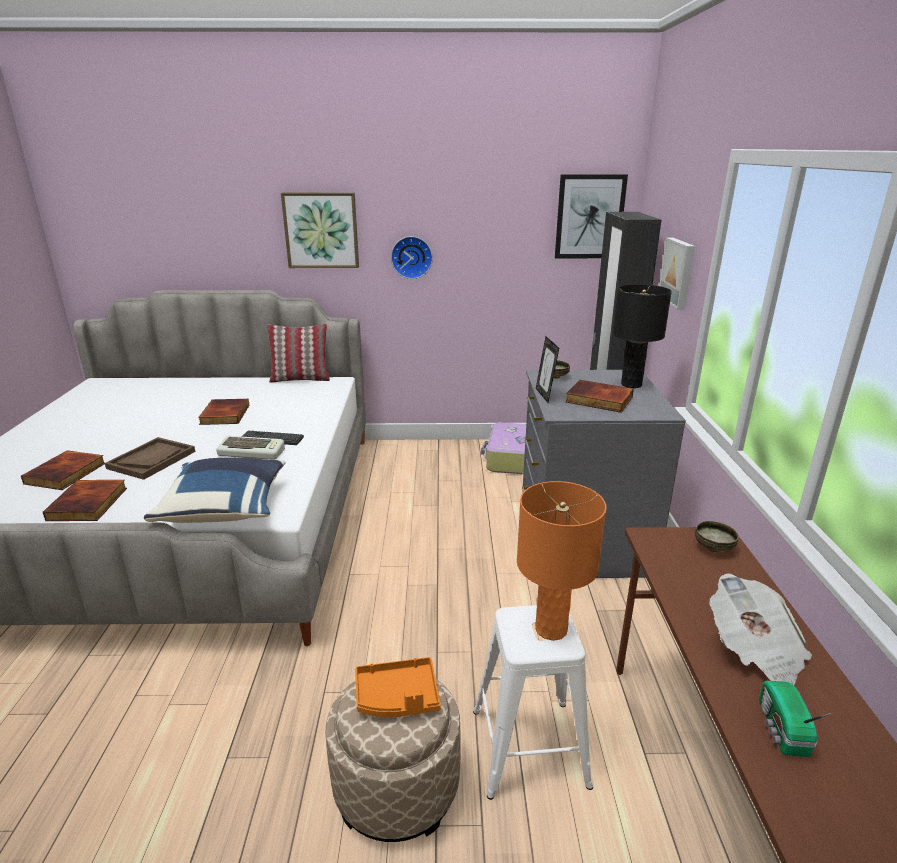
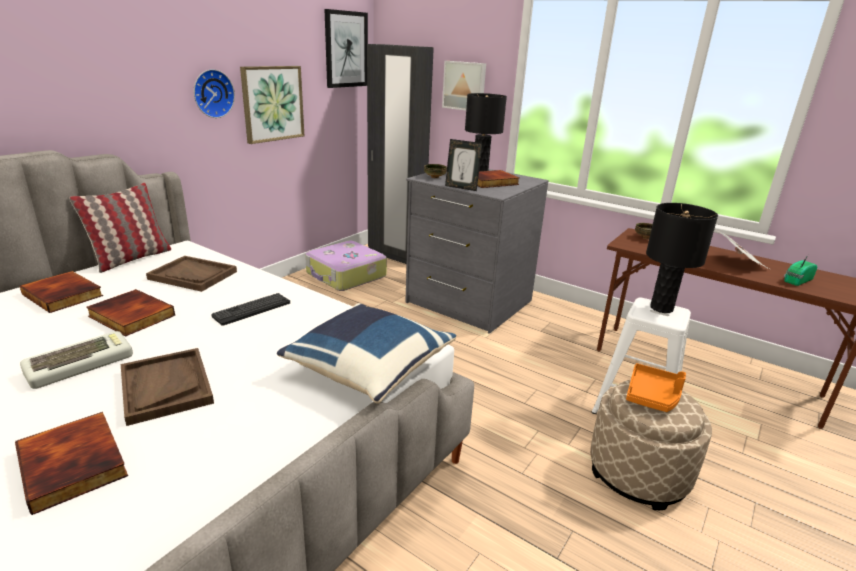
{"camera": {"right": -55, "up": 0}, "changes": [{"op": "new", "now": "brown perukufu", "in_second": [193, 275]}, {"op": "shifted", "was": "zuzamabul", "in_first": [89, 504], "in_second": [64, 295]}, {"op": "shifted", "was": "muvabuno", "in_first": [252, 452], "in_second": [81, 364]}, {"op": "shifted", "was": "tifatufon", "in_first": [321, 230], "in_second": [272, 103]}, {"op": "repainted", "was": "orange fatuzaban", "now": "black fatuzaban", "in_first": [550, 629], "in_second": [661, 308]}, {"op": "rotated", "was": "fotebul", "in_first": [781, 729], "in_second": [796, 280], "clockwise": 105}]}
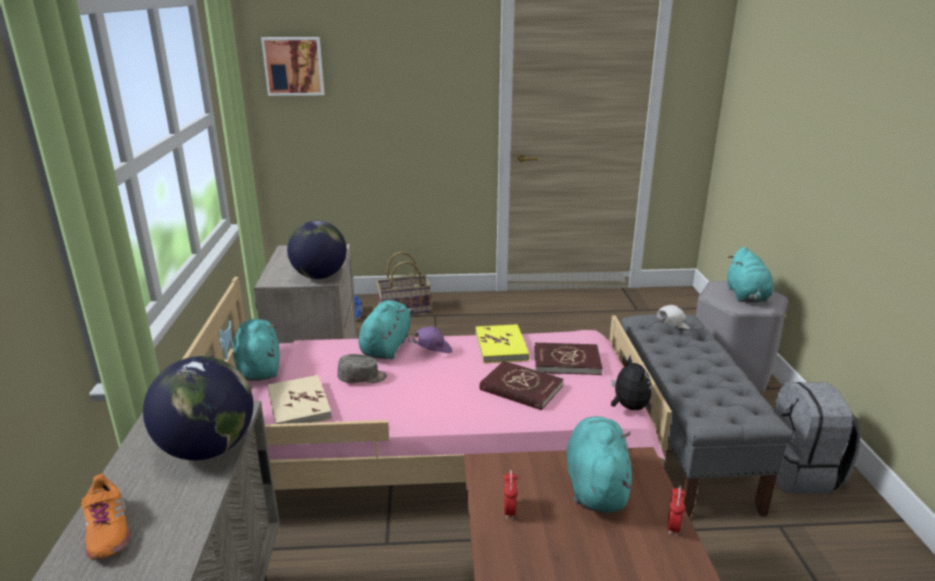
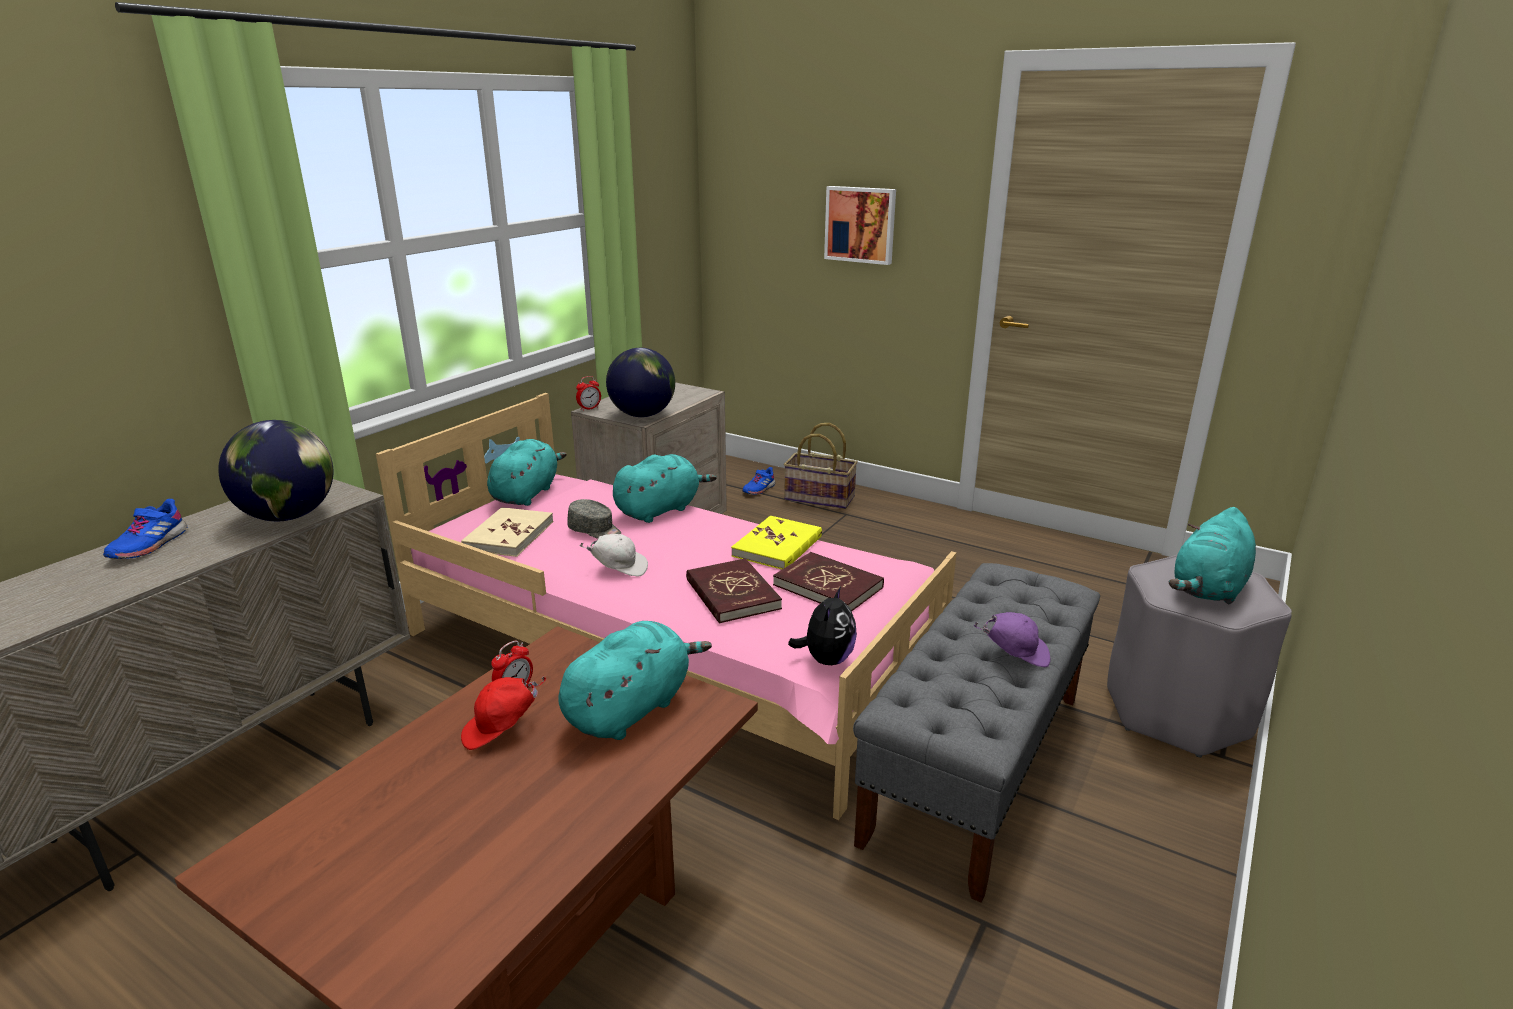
{"camera": {"right": 35, "up": 0}, "changes": [{"op": "gone", "was": "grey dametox", "in_first": [801, 473]}, {"op": "new", "now": "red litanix", "in_second": [502, 730]}, {"op": "shifted", "was": "tifatufon", "in_first": [294, 66], "in_second": [860, 224]}, {"op": "shifted", "was": "purple litanix", "in_first": [432, 351], "in_second": [1015, 654]}, {"op": "shifted", "was": "white litanix", "in_first": [670, 328], "in_second": [619, 568]}, {"op": "shifted", "was": "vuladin", "in_first": [673, 527], "in_second": [589, 408]}, {"op": "repainted", "was": "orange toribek", "now": "blue toribek", "in_first": [107, 530], "in_second": [148, 545]}]}
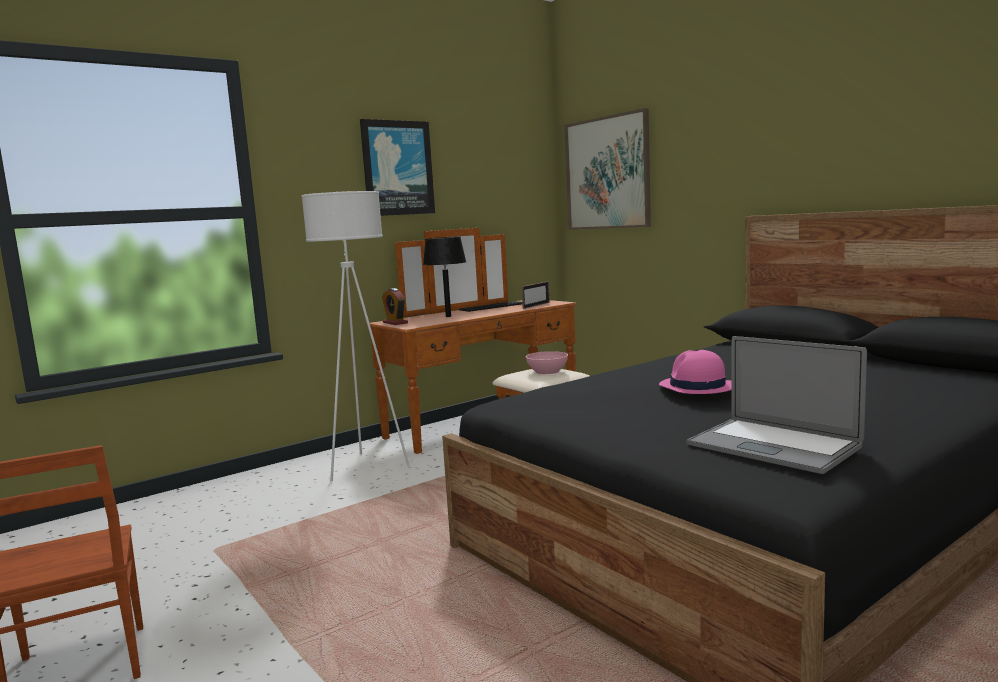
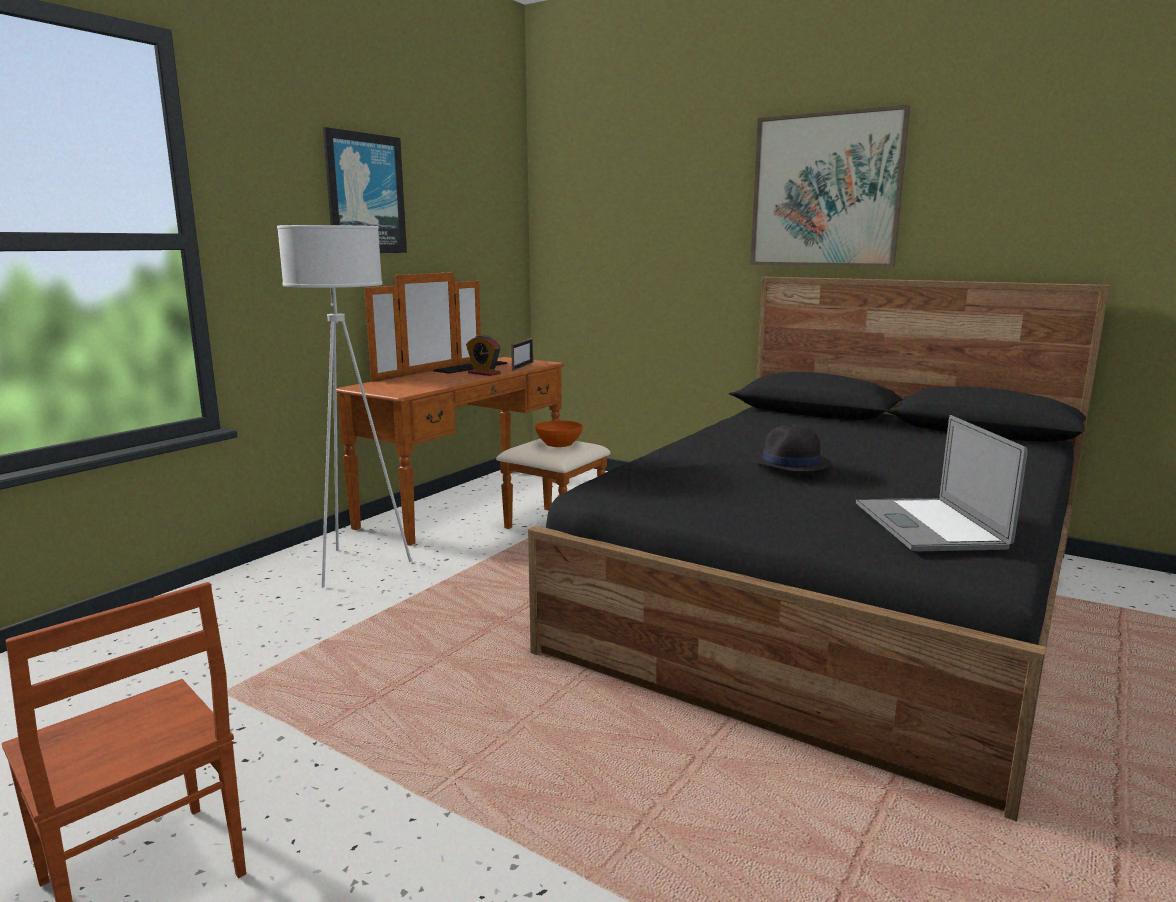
{"camera": {"right": -20, "up": 5}, "changes": [{"op": "gone", "was": "black fatuzaban", "in_first": [448, 316]}, {"op": "shifted", "was": "vuladin", "in_first": [395, 323], "in_second": [484, 373]}, {"op": "shifted", "was": "tifatufon", "in_first": [607, 173], "in_second": [825, 190]}, {"op": "repainted", "was": "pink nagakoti", "now": "orange nagakoti", "in_first": [547, 371], "in_second": [558, 443]}, {"op": "repainted", "was": "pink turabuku", "now": "black turabuku", "in_first": [697, 387], "in_second": [790, 463]}, {"op": "rotated", "was": "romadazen", "in_first": [773, 445], "in_second": [928, 525], "clockwise": 60}]}
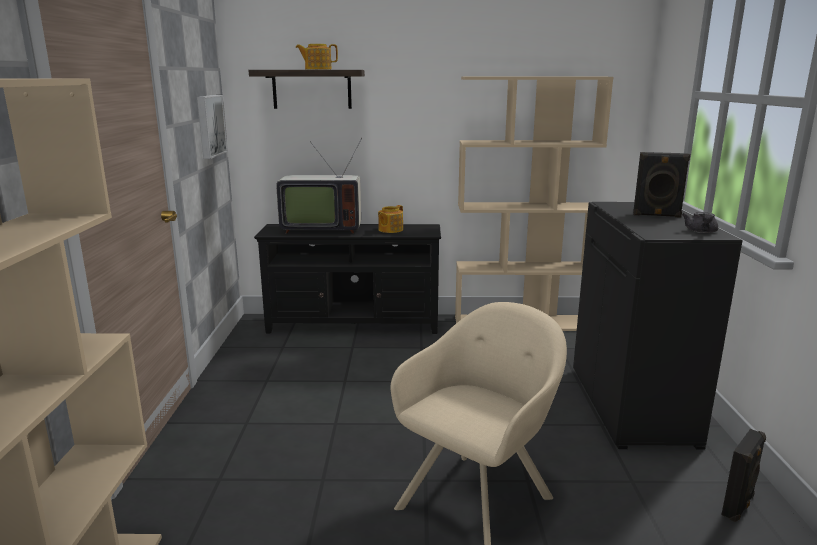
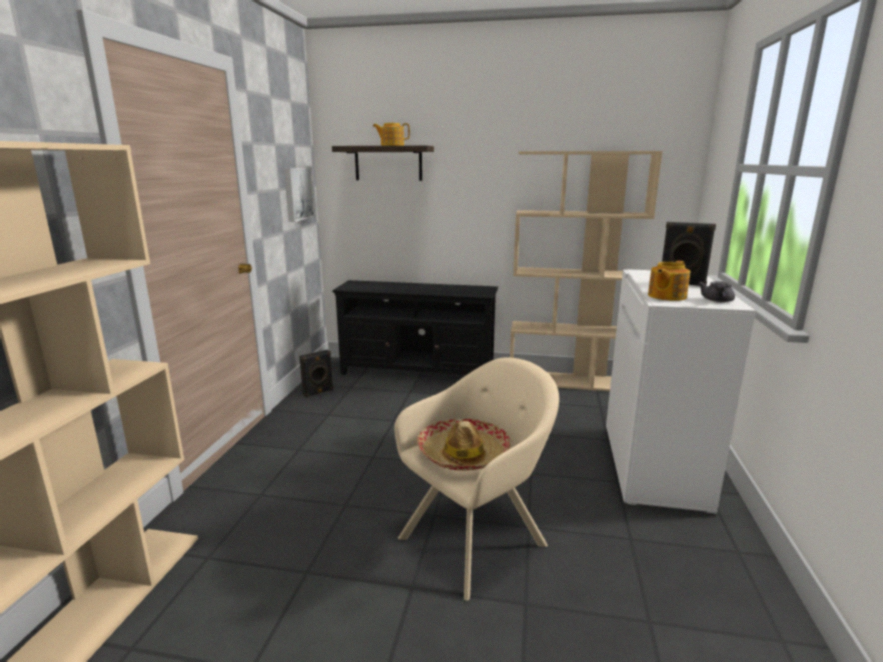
{"camera": {"right": 10, "up": 0}, "changes": [{"op": "gone", "was": "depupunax", "in_first": [320, 228]}, {"op": "new", "now": "turabuku", "in_second": [463, 454]}, {"op": "shifted", "was": "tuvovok", "in_first": [390, 230], "in_second": [666, 296]}, {"op": "shifted", "was": "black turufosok", "in_first": [738, 506], "in_second": [318, 392]}, {"op": "repainted", "was": "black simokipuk", "now": "white simokipuk", "in_first": [633, 405], "in_second": [655, 467]}]}
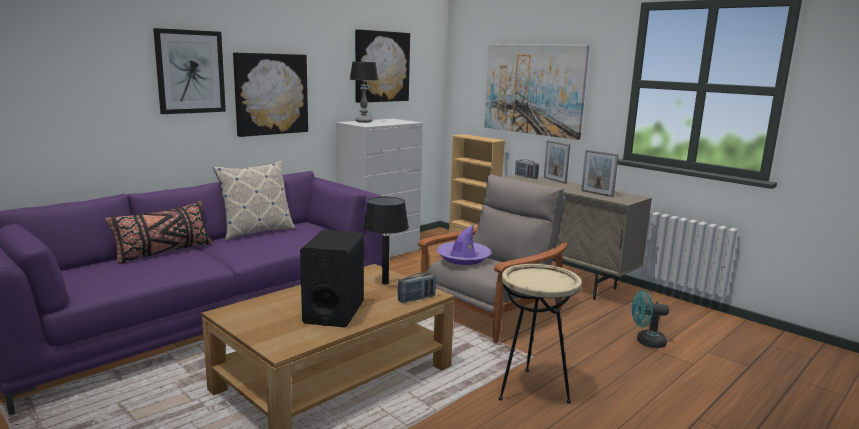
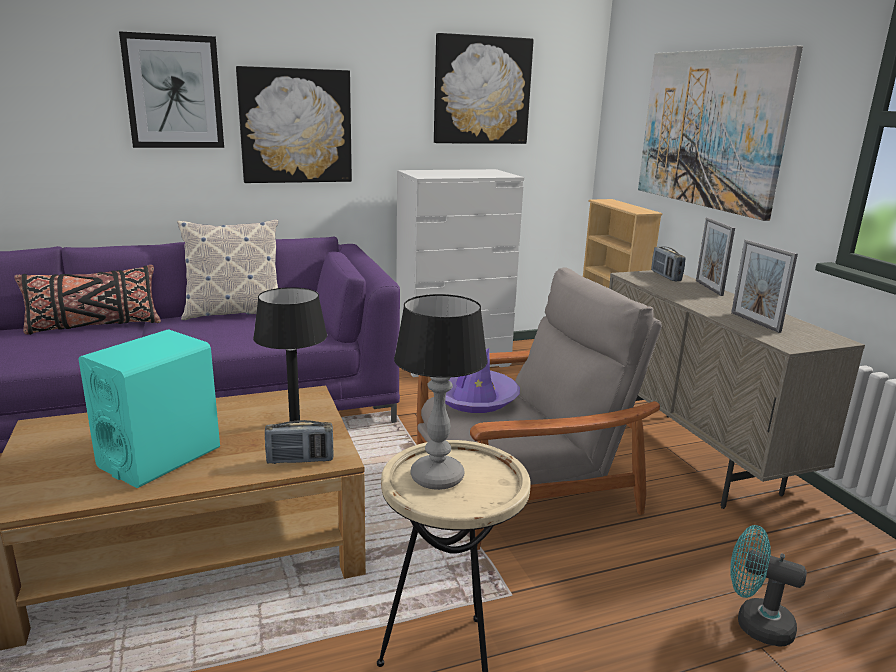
{"camera": {"right": 25, "up": 5}, "changes": [{"op": "shifted", "was": "fatuzaban", "in_first": [363, 122], "in_second": [436, 478]}, {"op": "repainted", "was": "black turufosok", "now": "turquoise turufosok", "in_first": [334, 312], "in_second": [160, 457]}]}
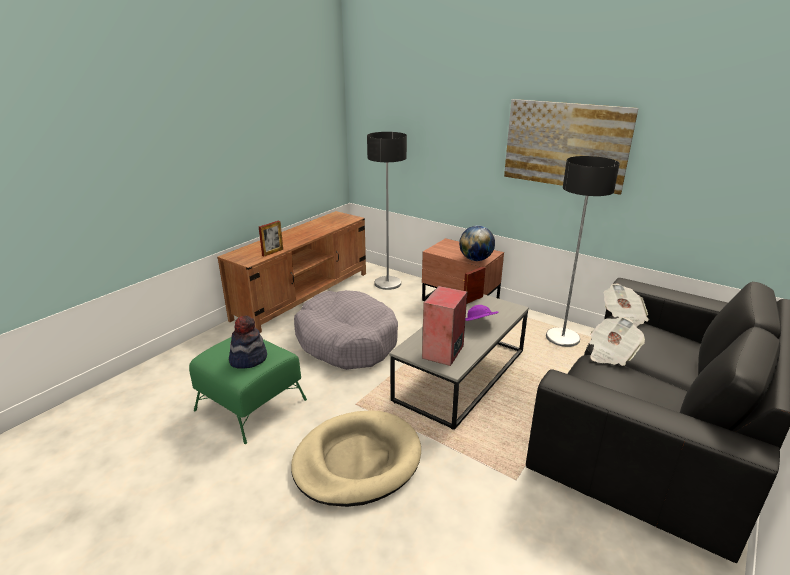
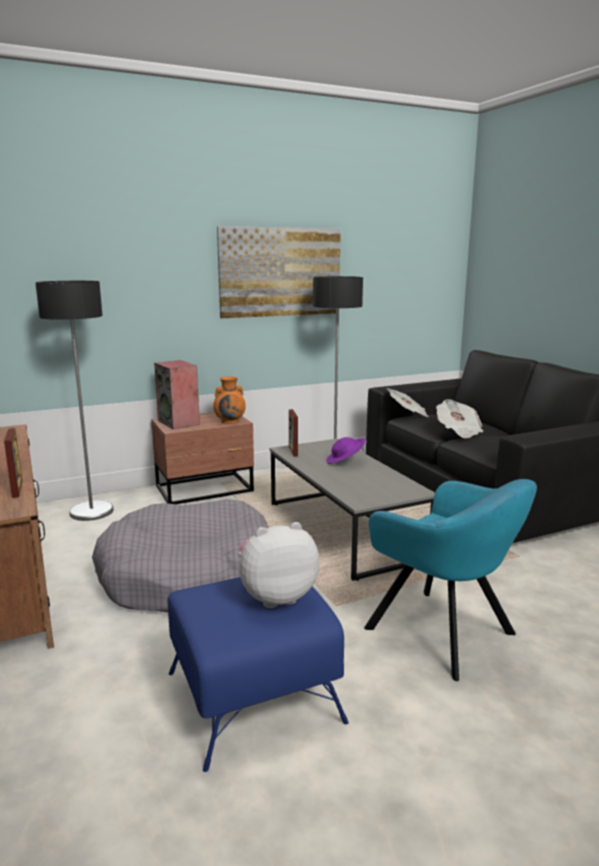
{"camera": {"right": -60, "up": -10}, "changes": [{"op": "shifted", "was": "turufosok", "in_first": [443, 352], "in_second": [179, 422]}, {"op": "swapped", "was": "turabuku", "now": "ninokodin", "in_first": [248, 359], "in_second": [276, 596]}, {"op": "swapped", "was": "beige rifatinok", "now": "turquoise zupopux", "in_first": [357, 461], "in_second": [445, 633]}, {"op": "swapped", "was": "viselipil", "now": "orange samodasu", "in_first": [475, 259], "in_second": [230, 421]}, {"op": "repainted", "was": "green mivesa", "now": "blue mivesa", "in_first": [251, 404], "in_second": [252, 696]}]}
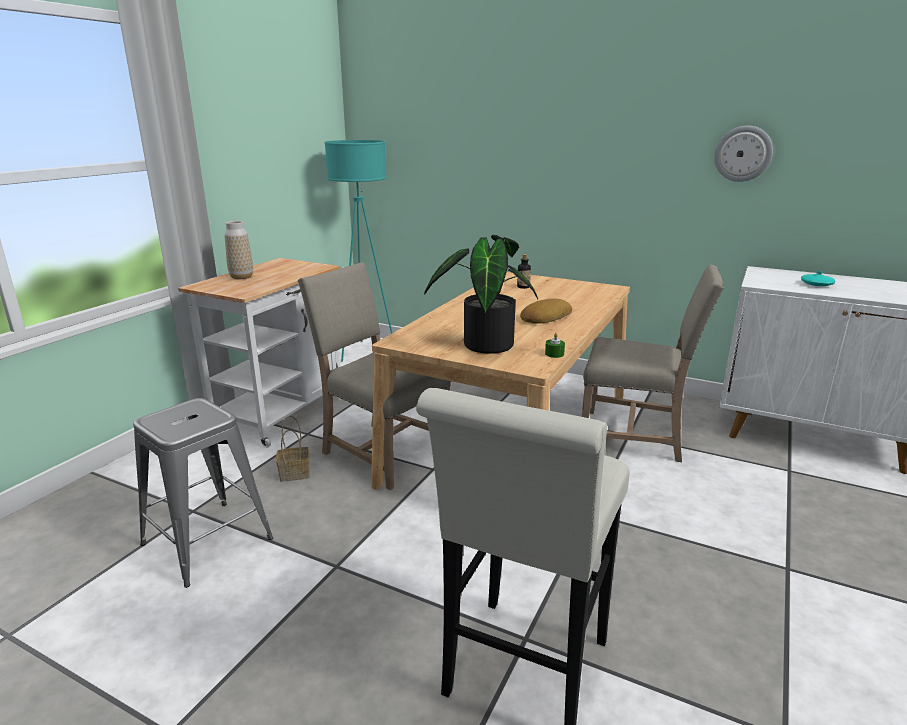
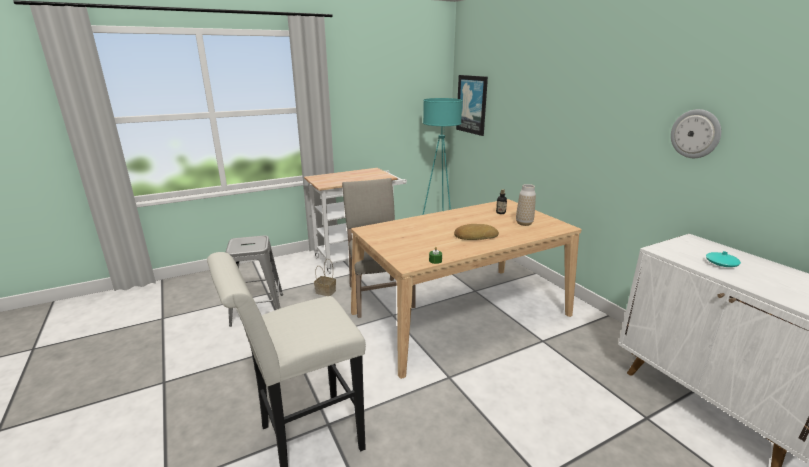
{"camera": {"right": 35, "up": 0}, "changes": [{"op": "gone", "was": "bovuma", "in_first": [484, 343]}, {"op": "gone", "was": "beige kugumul", "in_first": [635, 437]}, {"op": "new", "now": "tifatufon", "in_second": [472, 104]}, {"op": "shifted", "was": "samodasu", "in_first": [241, 277], "in_second": [524, 223]}]}
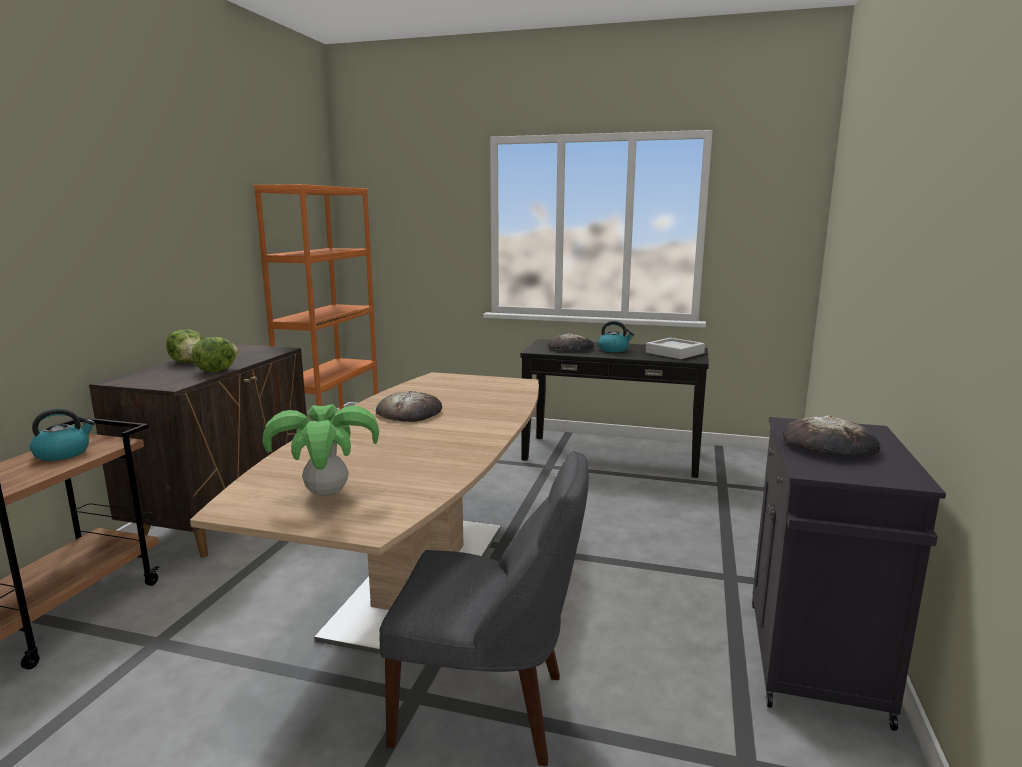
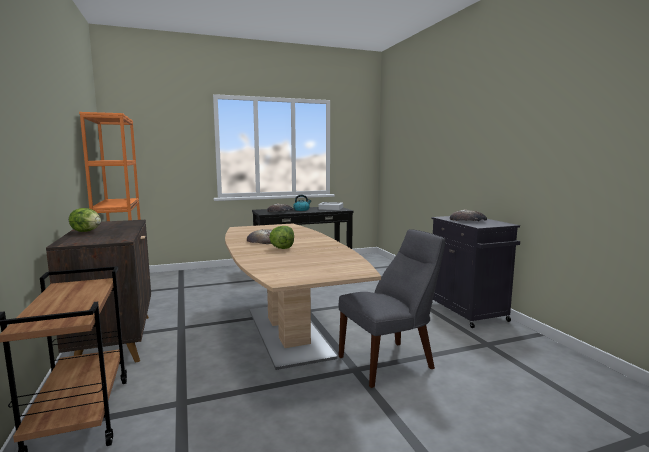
{"camera": {"right": -35, "up": -5}, "changes": [{"op": "gone", "was": "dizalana", "in_first": [63, 453]}, {"op": "gone", "was": "bovuma", "in_first": [327, 492]}, {"op": "shifted", "was": "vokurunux", "in_first": [216, 370], "in_second": [282, 248]}]}
